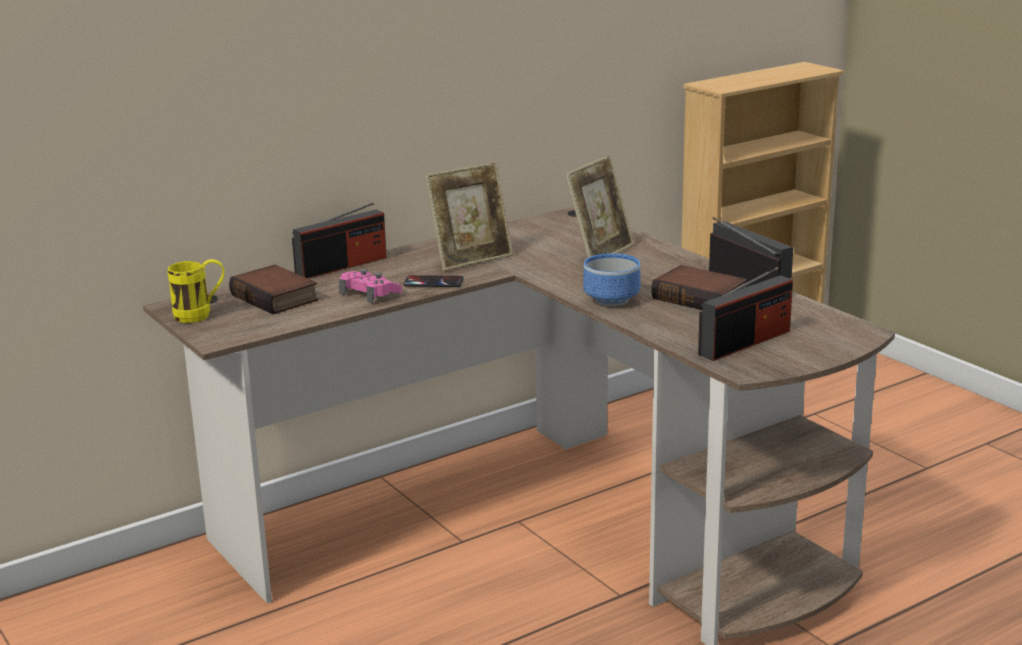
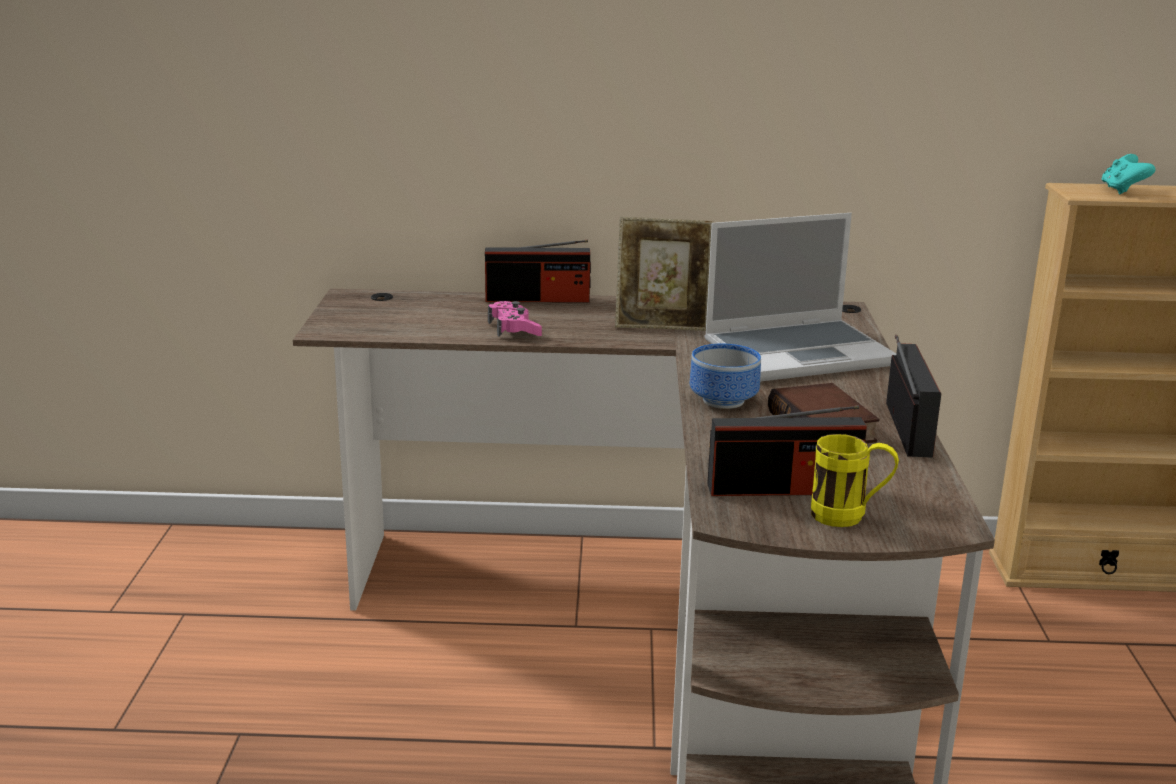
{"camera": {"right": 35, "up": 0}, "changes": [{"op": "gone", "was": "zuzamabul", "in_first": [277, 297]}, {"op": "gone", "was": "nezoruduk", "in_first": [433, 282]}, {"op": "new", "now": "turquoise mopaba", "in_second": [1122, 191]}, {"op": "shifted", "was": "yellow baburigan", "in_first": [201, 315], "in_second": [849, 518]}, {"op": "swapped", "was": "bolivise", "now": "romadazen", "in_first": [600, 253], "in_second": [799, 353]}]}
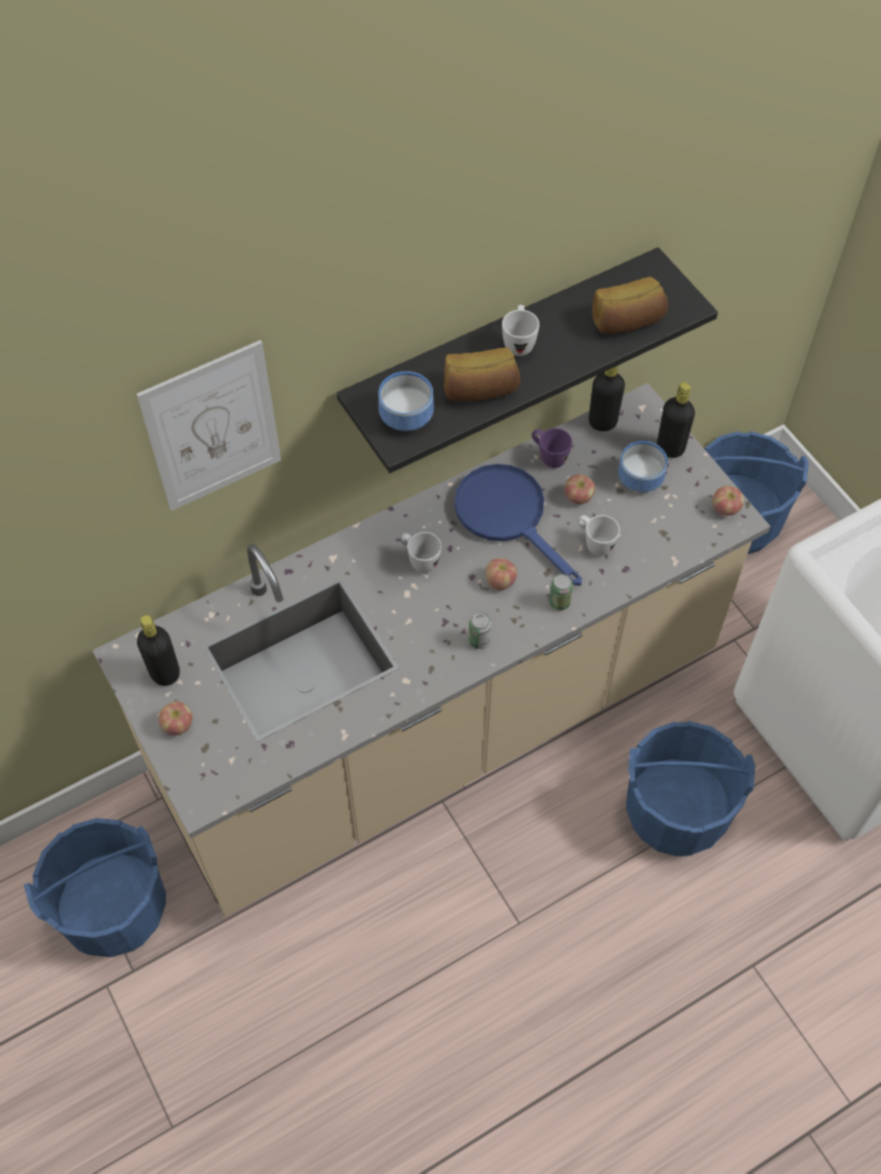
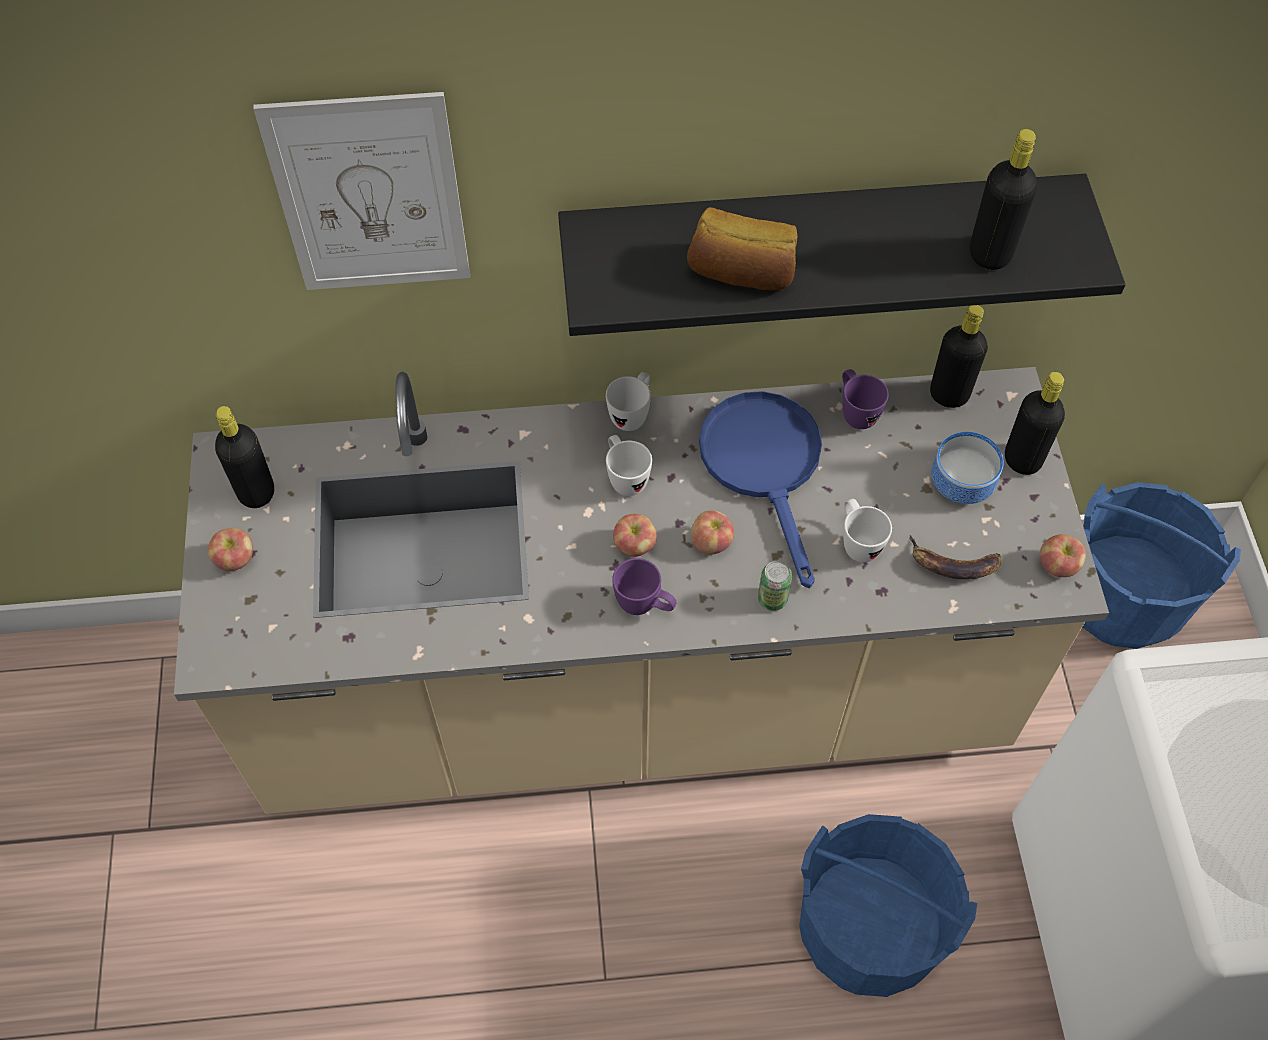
{"camera": {"right": 25, "up": 0}, "changes": [{"op": "gone", "was": "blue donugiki", "in_first": [114, 908]}, {"op": "gone", "was": "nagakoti", "in_first": [409, 416]}, {"op": "new", "now": "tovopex", "in_second": [952, 564]}, {"op": "shifted", "was": "white baburigan", "in_first": [518, 343], "in_second": [632, 414]}, {"op": "shifted", "was": "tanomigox", "in_first": [578, 497], "in_second": [635, 545]}, {"op": "swapped", "was": "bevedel", "now": "purple baburigan", "in_first": [479, 641], "in_second": [645, 606]}, {"op": "swapped", "was": "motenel", "now": "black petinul", "in_first": [627, 321], "in_second": [990, 254]}]}
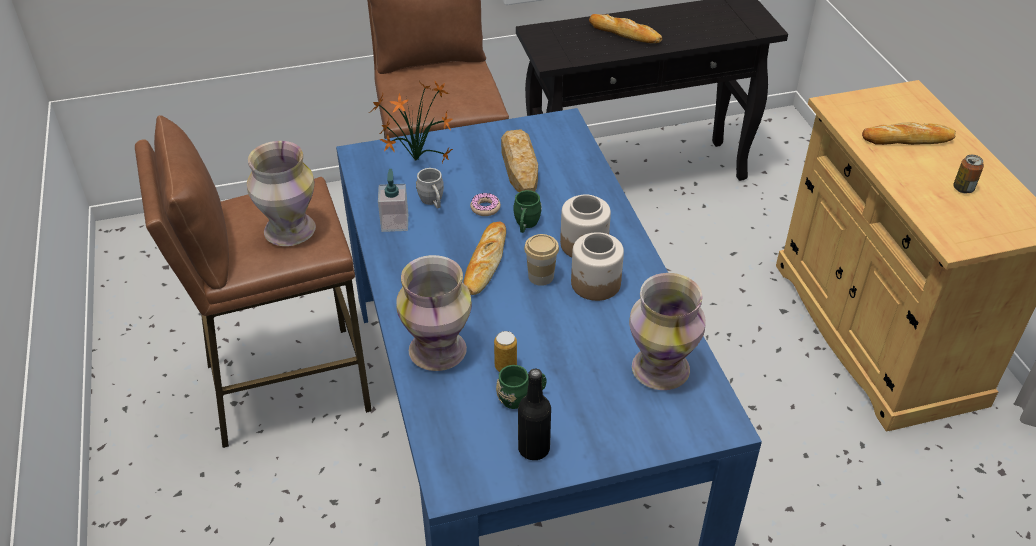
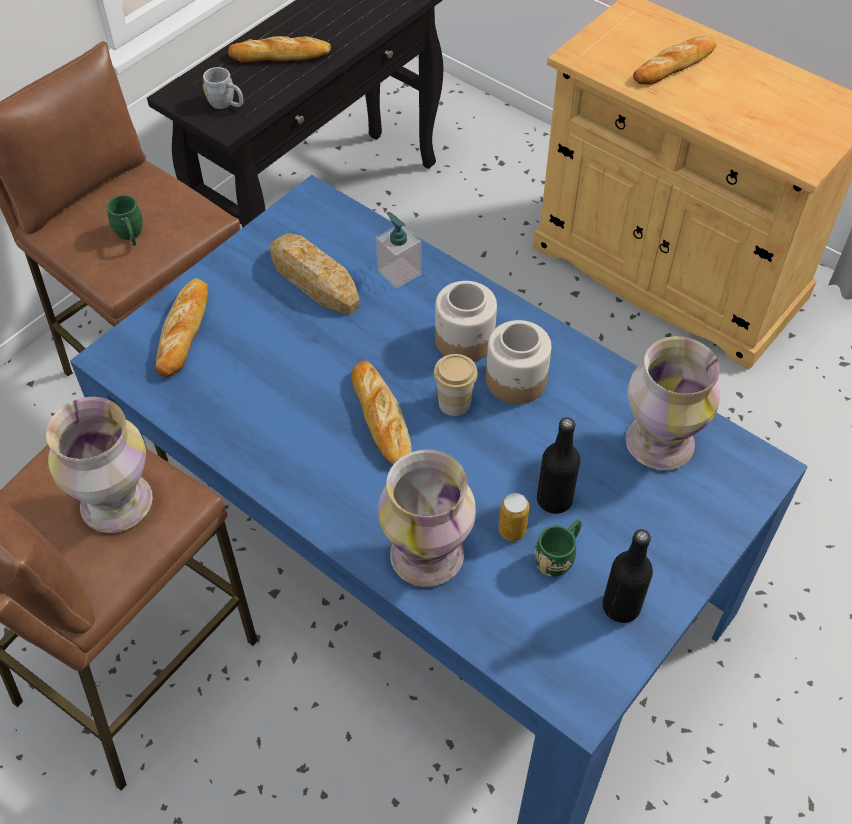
{"camera": {"right": -35, "up": 10}, "changes": [{"op": "gone", "was": "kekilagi", "in_first": [485, 208]}, {"op": "gone", "was": "bevedel", "in_first": [963, 188]}, {"op": "new", "now": "black petinul", "in_second": [554, 499]}, {"op": "shifted", "was": "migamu", "in_first": [395, 222], "in_second": [399, 272]}, {"op": "shifted", "was": "grey baburigan", "in_first": [433, 202], "in_second": [226, 104]}, {"op": "shifted", "was": "green baburigan", "in_first": [525, 225], "in_second": [131, 236]}, {"op": "swapped", "was": "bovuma", "now": "motenel", "in_first": [414, 159], "in_second": [184, 331]}]}
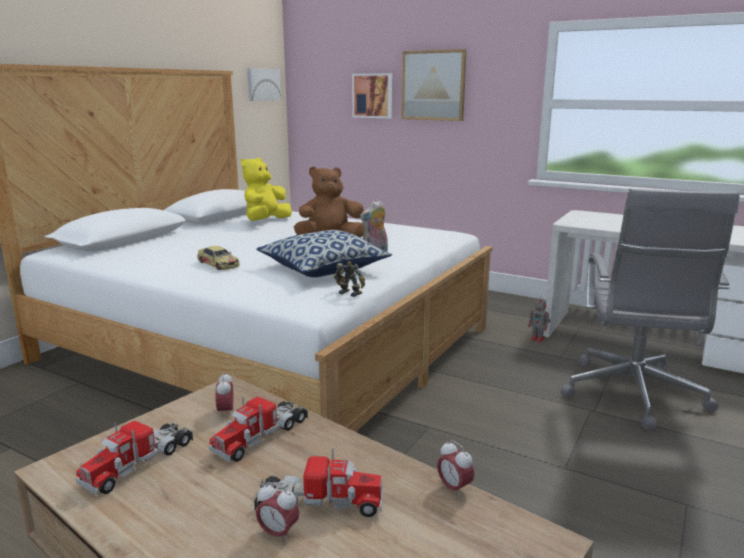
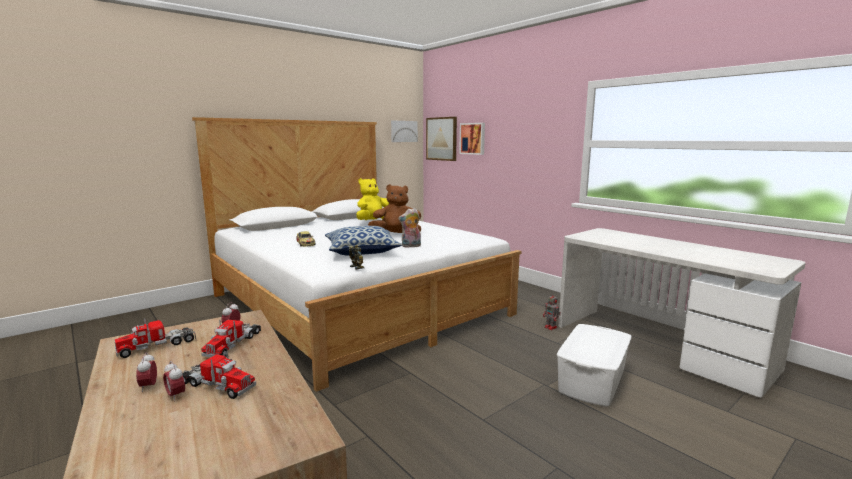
{"camera": {"right": 20, "up": -5}, "changes": [{"op": "shifted", "was": "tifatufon", "in_first": [433, 85], "in_second": [442, 139]}, {"op": "shifted", "was": "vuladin", "in_first": [454, 488], "in_second": [149, 386]}, {"op": "swapped", "was": "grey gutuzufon", "now": "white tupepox", "in_first": [632, 395], "in_second": [591, 380]}, {"op": "rotated", "was": "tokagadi", "in_first": [261, 436], "in_second": [233, 344], "clockwise": -45}]}
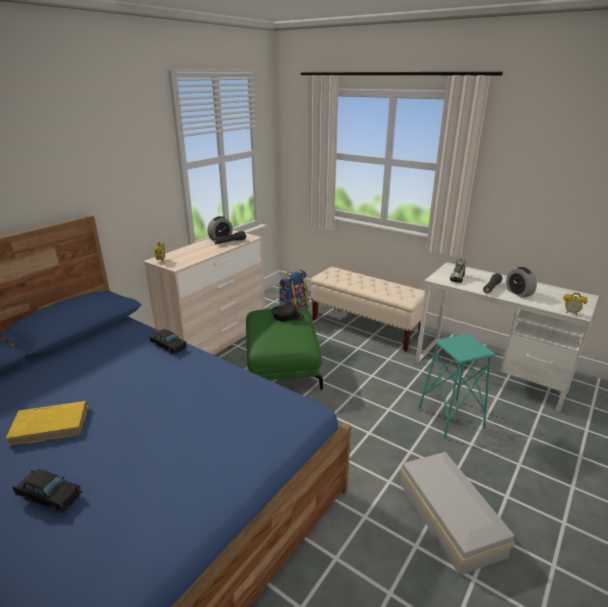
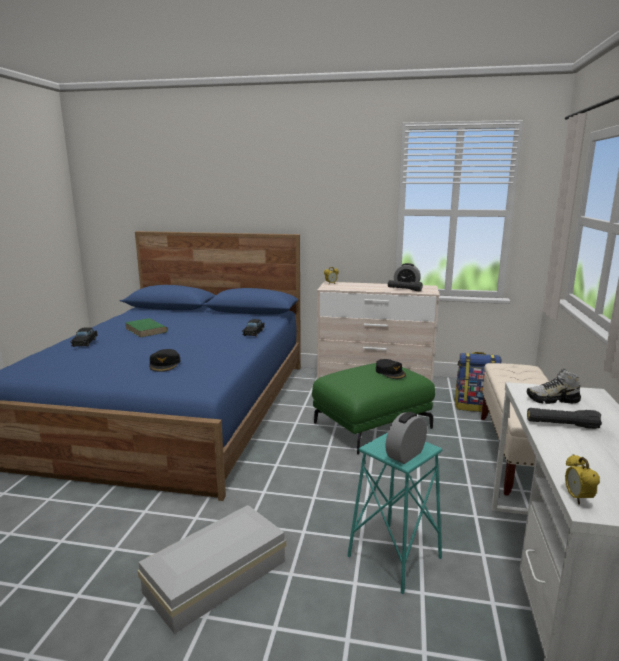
{"camera": {"right": 65, "up": -10}, "changes": [{"op": "new", "now": "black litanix", "in_second": [165, 364]}, {"op": "shifted", "was": "vuladin", "in_first": [518, 293], "in_second": [405, 455]}, {"op": "repainted", "was": "yellow zuzamabul", "now": "green zuzamabul", "in_first": [51, 425], "in_second": [146, 330]}]}
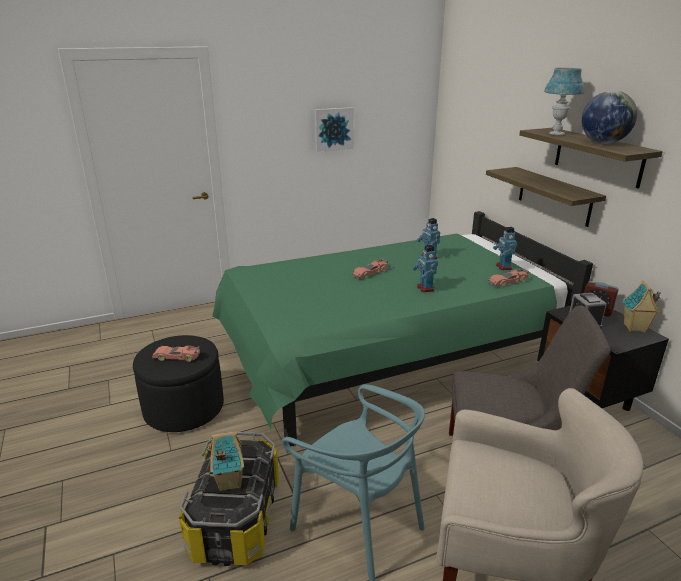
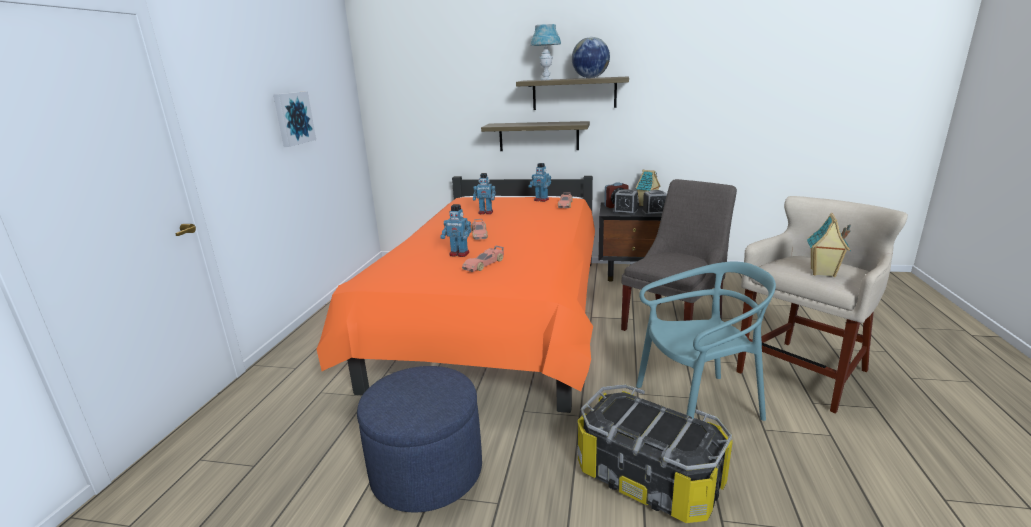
{"camera": {"right": -55, "up": -5}, "changes": [{"op": "new", "now": "vuladin", "in_second": [654, 212]}, {"op": "shifted", "was": "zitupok", "in_first": [177, 357], "in_second": [484, 264]}, {"op": "shifted", "was": "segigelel", "in_first": [229, 482], "in_second": [822, 273]}, {"op": "shifted", "was": "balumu", "in_first": [425, 288], "in_second": [459, 254]}, {"op": "repainted", "was": "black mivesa", "now": "blue mivesa", "in_first": [184, 408], "in_second": [427, 471]}, {"op": "repainted", "was": "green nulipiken", "now": "orange nulipiken", "in_first": [388, 357], "in_second": [497, 320]}]}
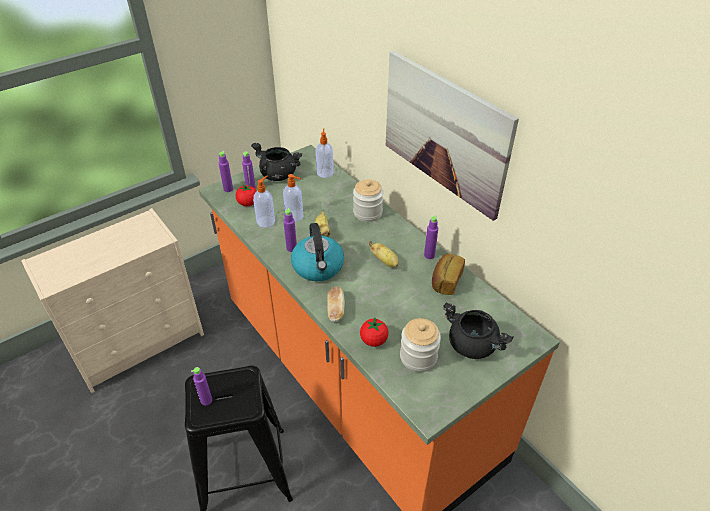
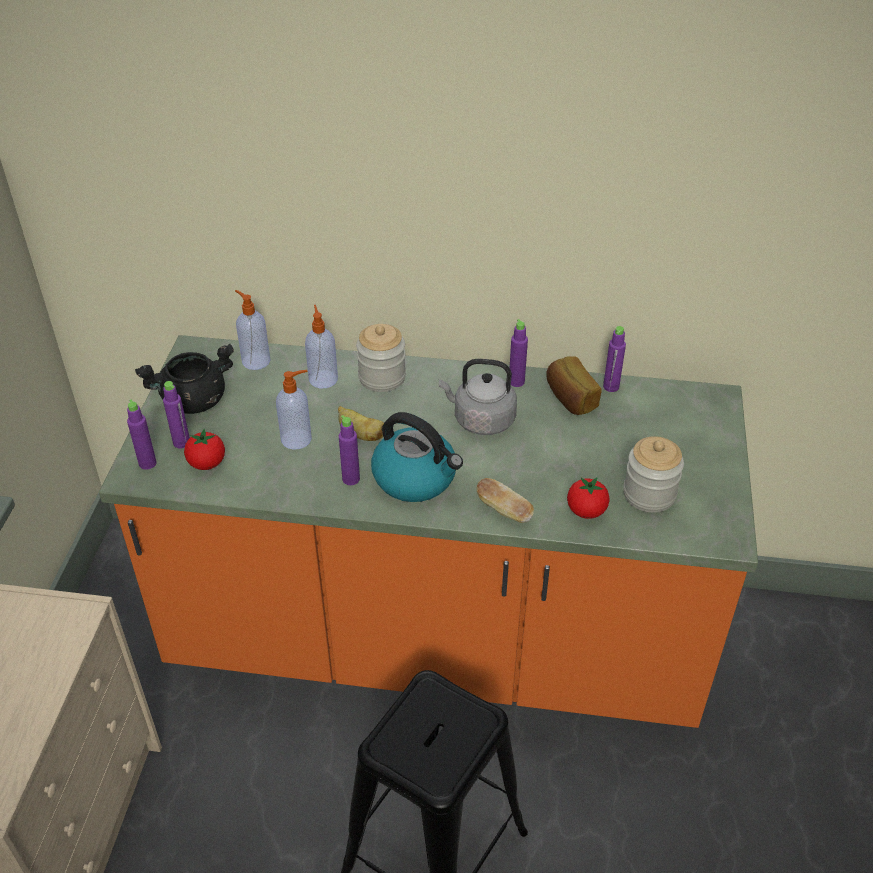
{"camera": {"right": -45, "up": 0}, "changes": [{"op": "gone", "was": "tifatufon", "in_first": [444, 133]}, {"op": "gone", "was": "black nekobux", "in_first": [472, 345]}, {"op": "shifted", "was": "purple petinul", "in_first": [206, 400], "in_second": [611, 387]}, {"op": "shifted", "was": "migamu", "in_first": [266, 221], "in_second": [323, 378]}, {"op": "swapped", "was": "tovopex", "now": "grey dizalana", "in_first": [385, 261], "in_second": [480, 420]}]}
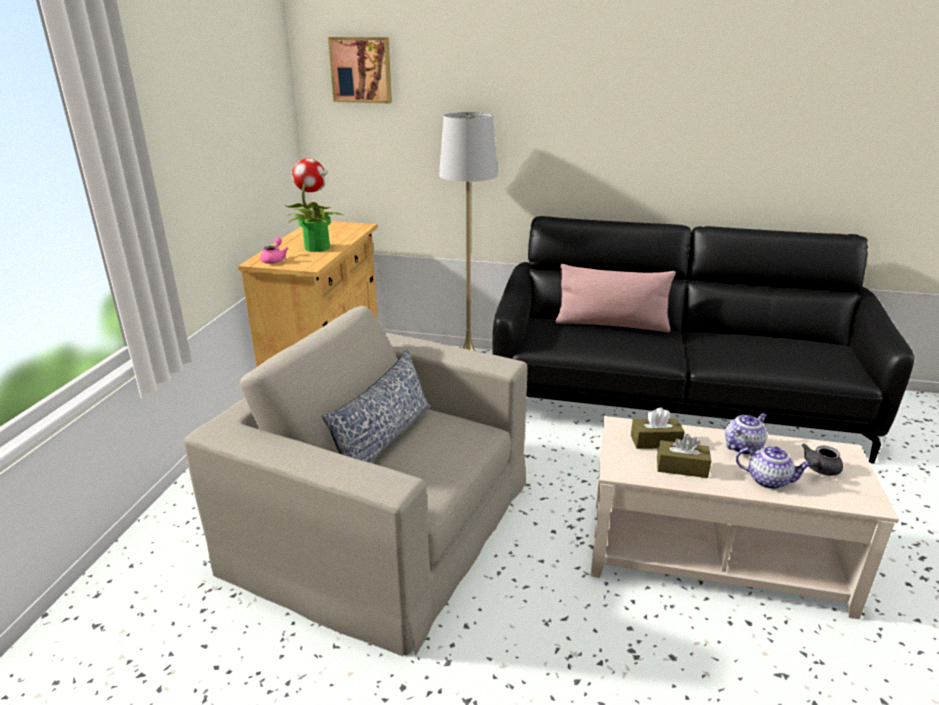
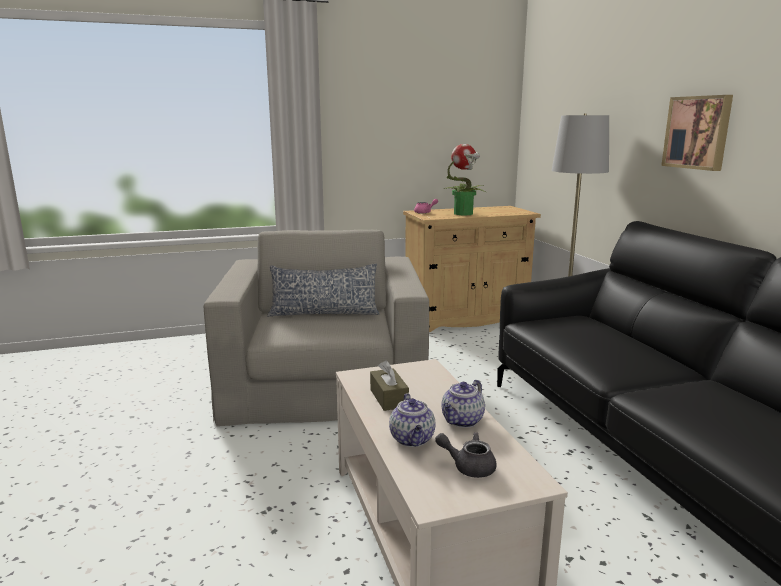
{"camera": {"right": 60, "up": -10}, "changes": [{"op": "gone", "was": "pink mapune", "in_first": [611, 324]}, {"op": "gone", "was": "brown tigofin", "in_first": [655, 441]}, {"op": "shifted", "was": "tifatufon", "in_first": [361, 70], "in_second": [698, 132]}, {"op": "rotated", "was": "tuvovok", "in_first": [742, 446], "in_second": [462, 421], "clockwise": 105}]}
